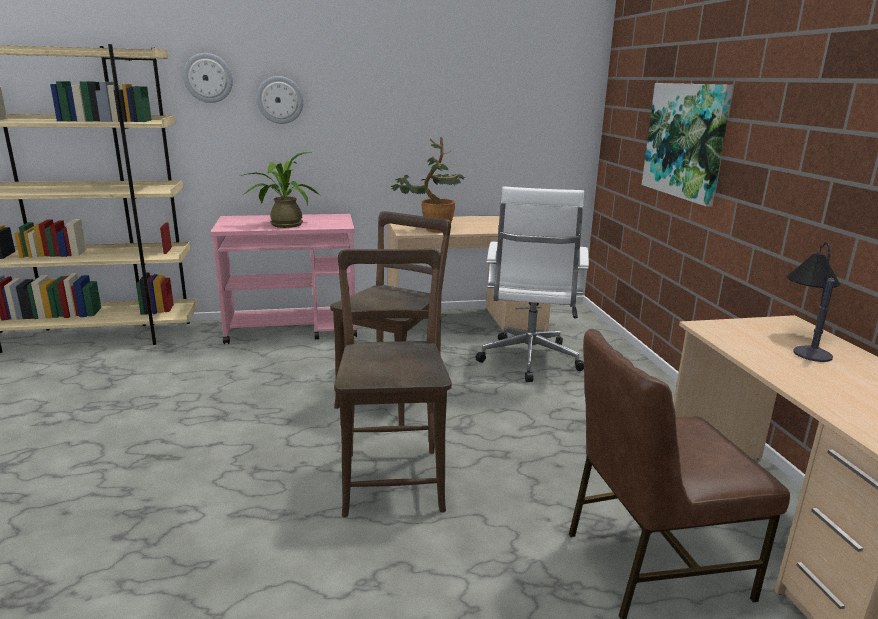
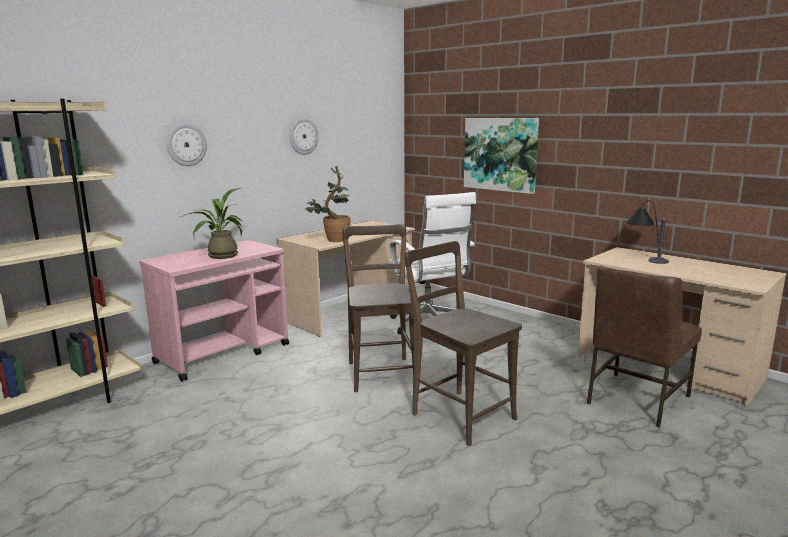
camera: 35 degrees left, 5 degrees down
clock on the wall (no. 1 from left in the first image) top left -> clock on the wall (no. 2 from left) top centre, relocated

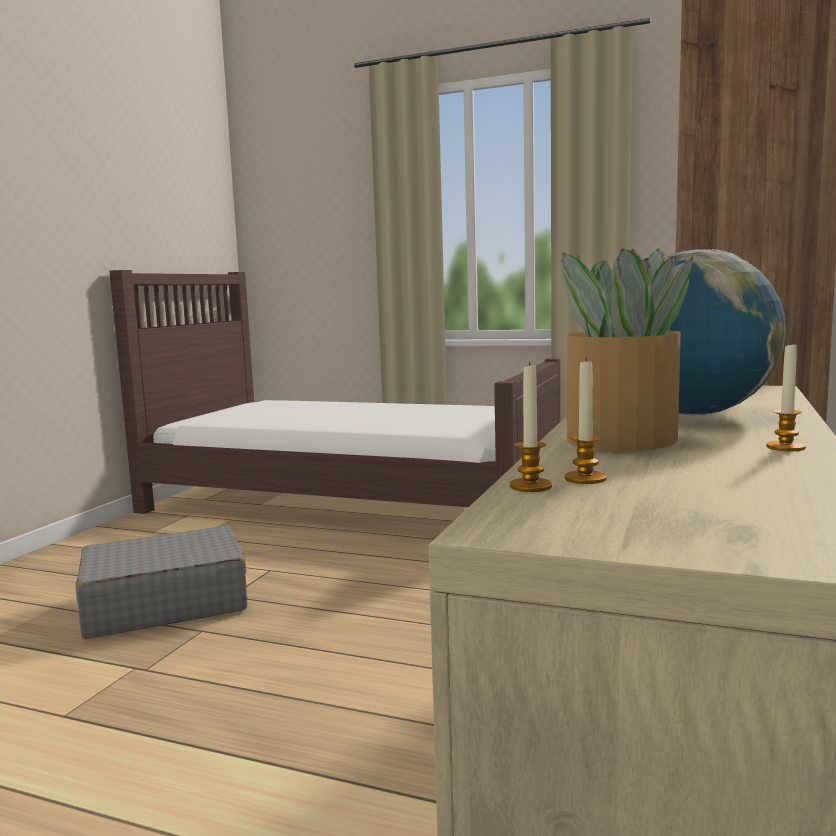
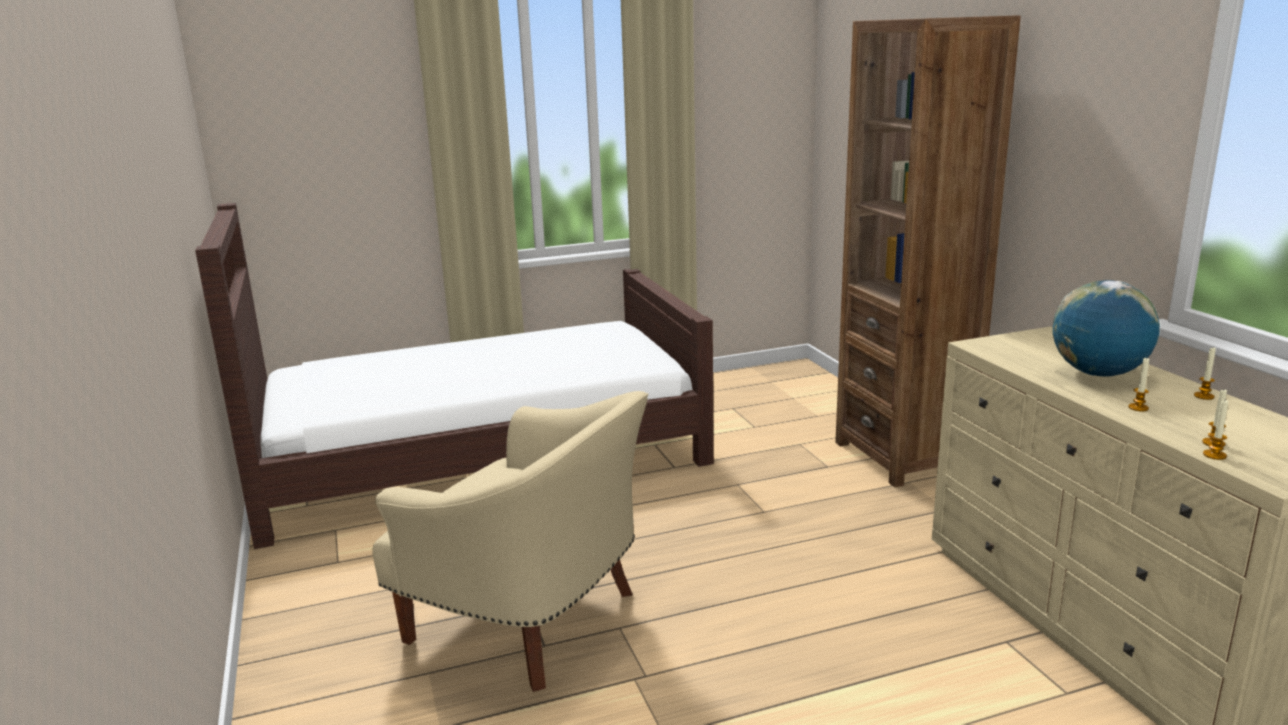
camera: 40 degrees left, 10 degrees up
travel case/greyish bottom left -> lounge chair/beige-coloured bottom centre
potted plant middle right -> candle (no. 1 from left) middle right

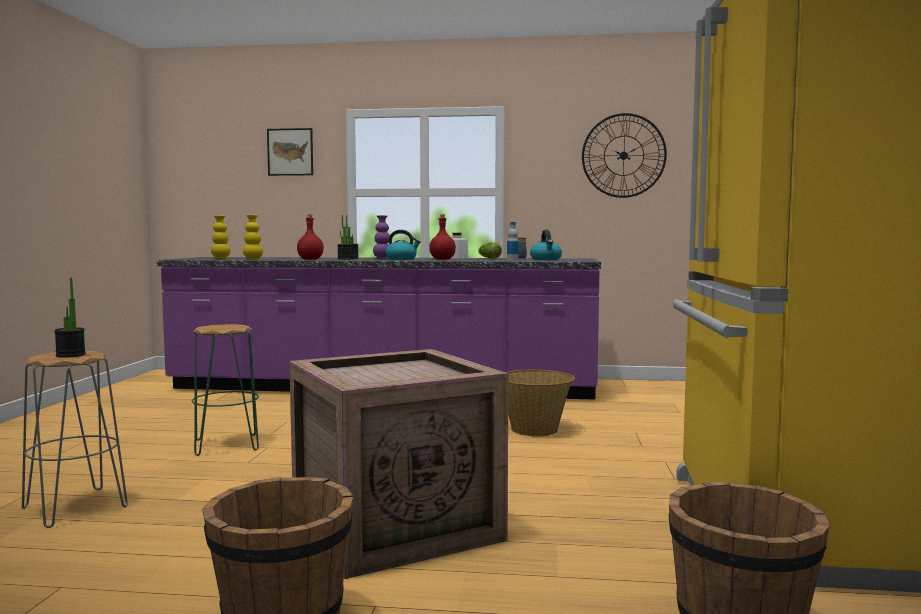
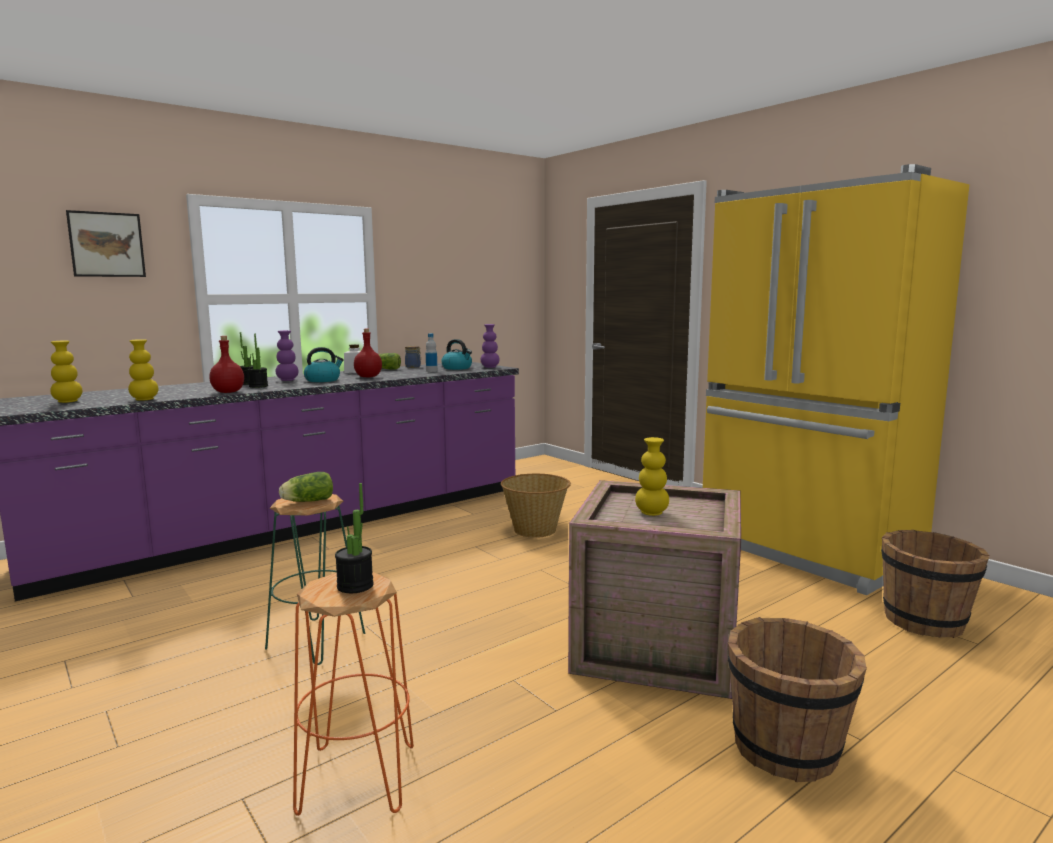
camera: 45 degrees left, 5 degrees up
none -> head of lettuce (no. 1 from left) middle left
stool/greyish bottom left -> stool/orange bottom centre
none -> vase/purple (no. 2 from left) centre
none -> vase/yellow (no. 3 from left) centre
clock on the wall top right -> none

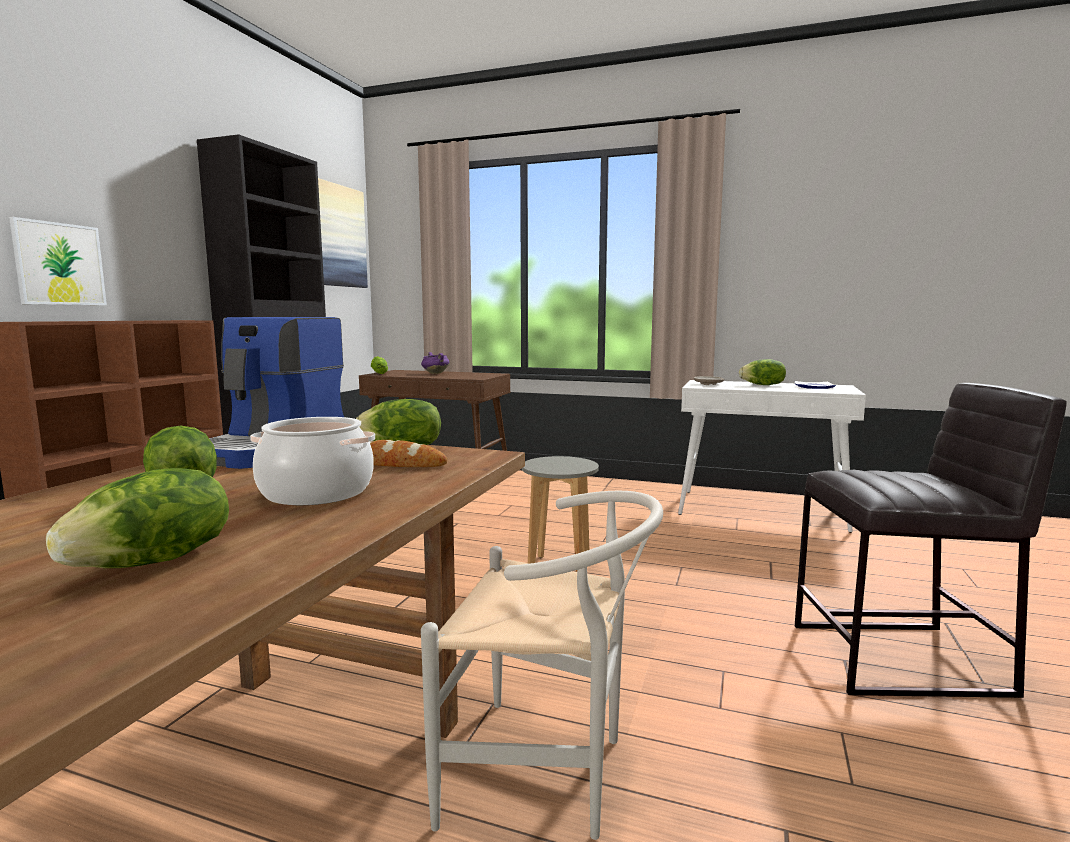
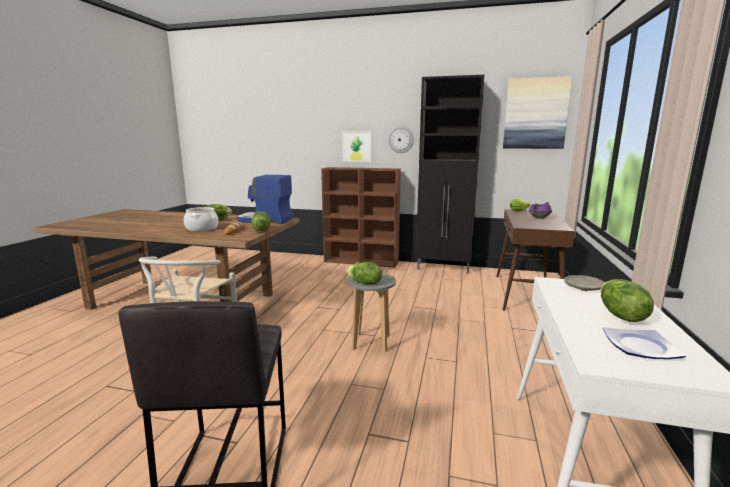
camera: 85 degrees right, 5 degrees up
head of lettuce (no. 1 from left in the first image) middle left -> head of lettuce (no. 3 from left) centre, relocated
none -> clock on the wall top centre

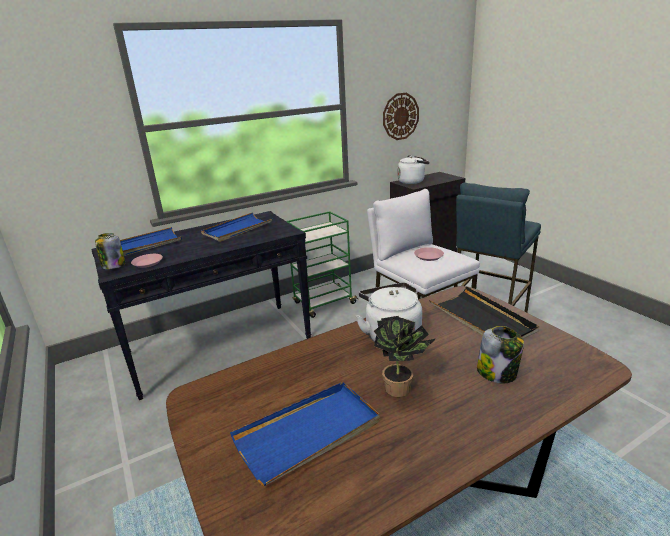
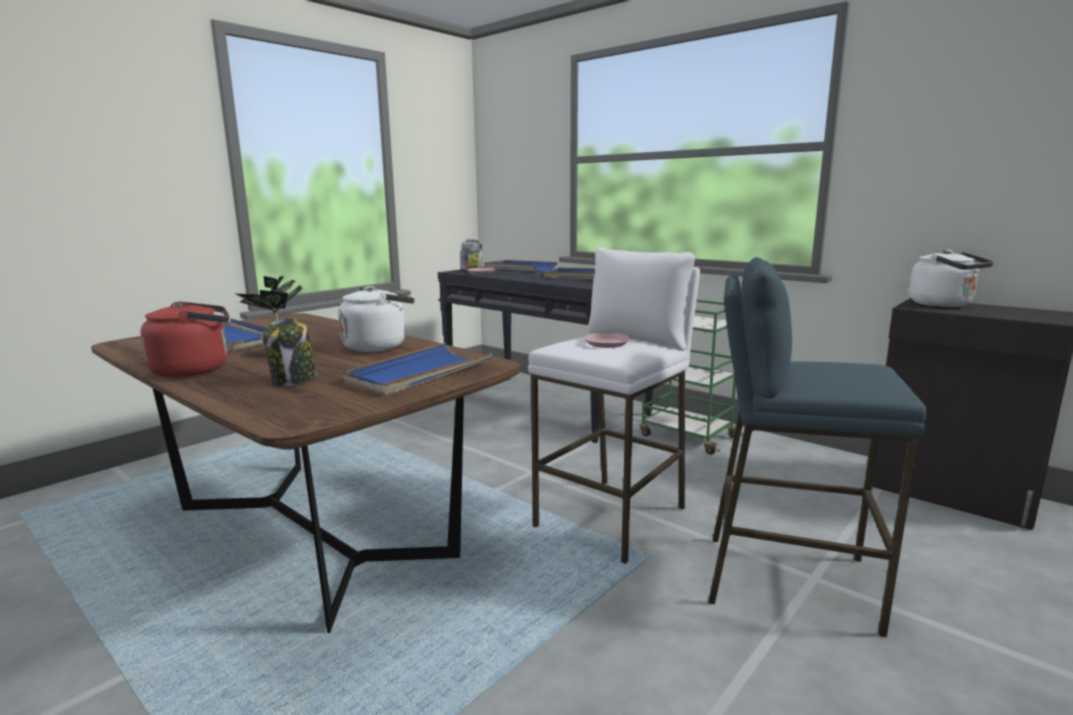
camera: 70 degrees right, 10 degrees down
none -> kettle/red-coloured middle left
tray/black-coloured middle right -> tray/blue-coloured (no. 2 from left) centre
clock on the wall top centre -> none

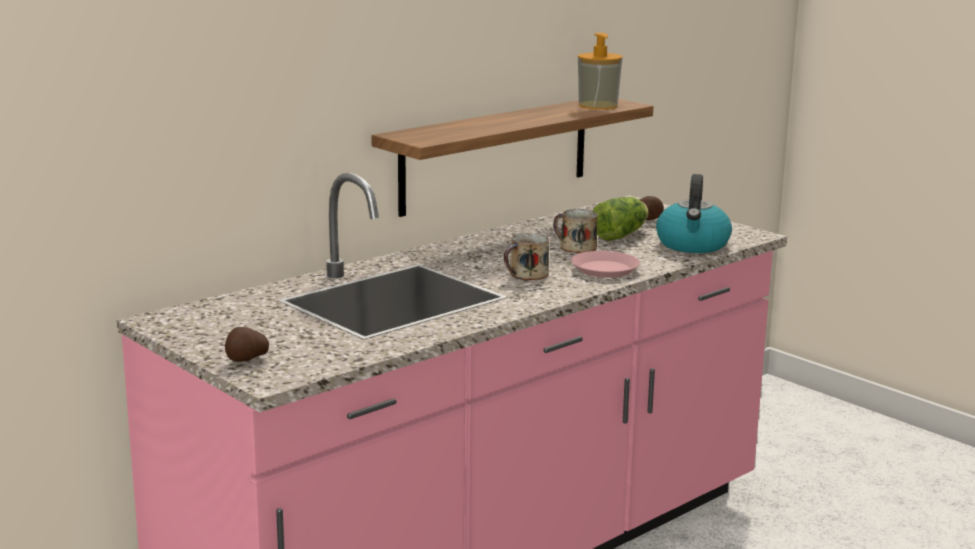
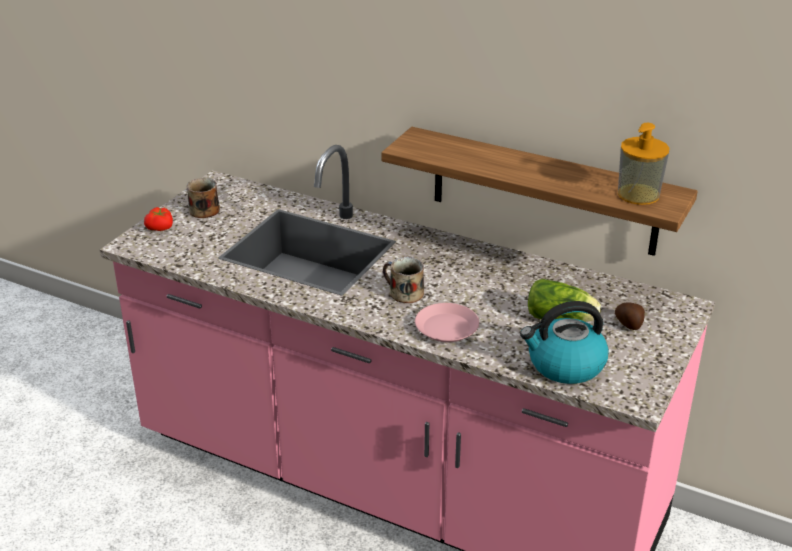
camera: 70 degrees right, 15 degrees up
whole potato (no. 1 from left) middle left -> fresh tomato middle left
coffee mug (no. 2 from left in the first image) centre -> coffee mug (no. 1 from left) middle left, relocated

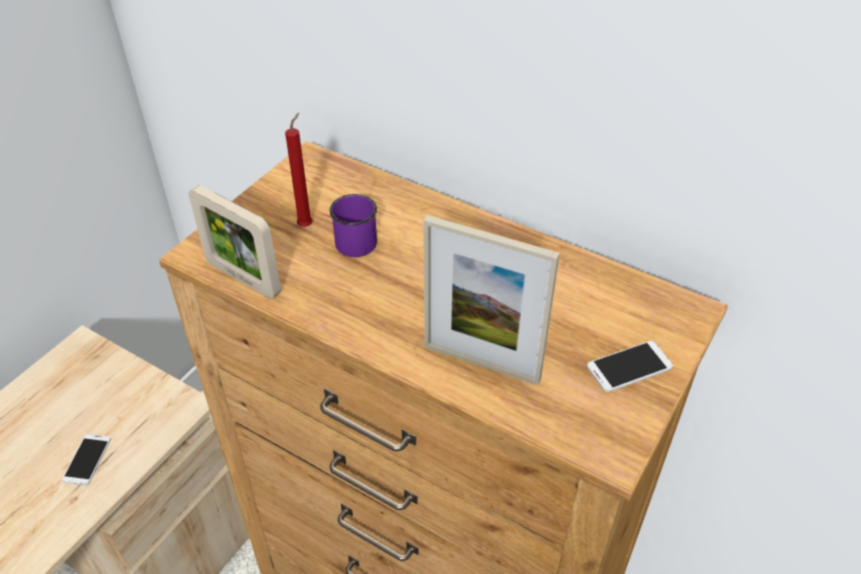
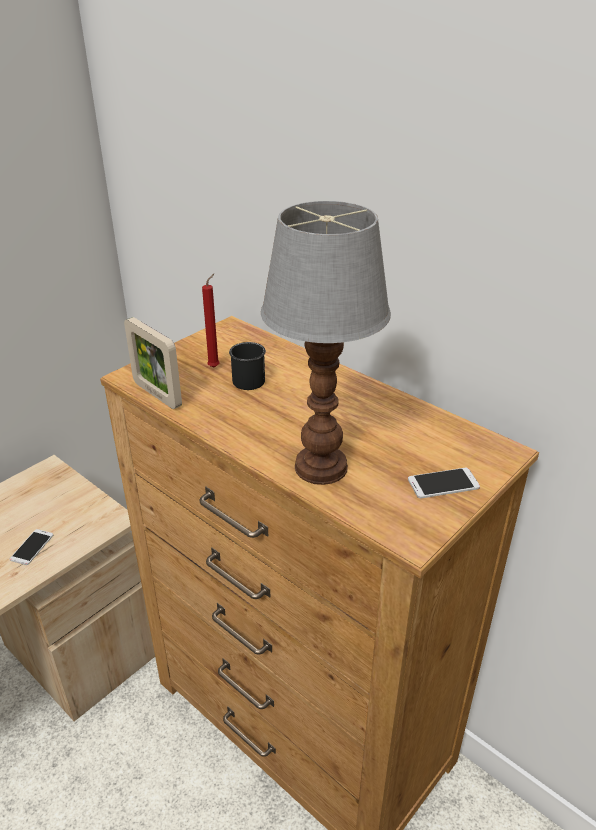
camera: 10 degrees right, 10 degrees down
coffee mug/purple centre -> coffee mug/black-coloured centre
standing frame (no. 2 from left) centre -> lamp for a table centre

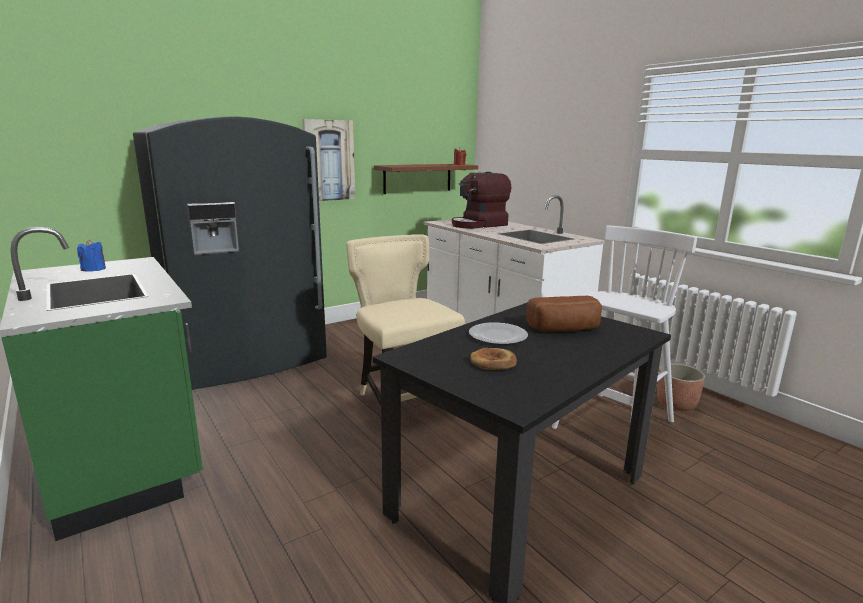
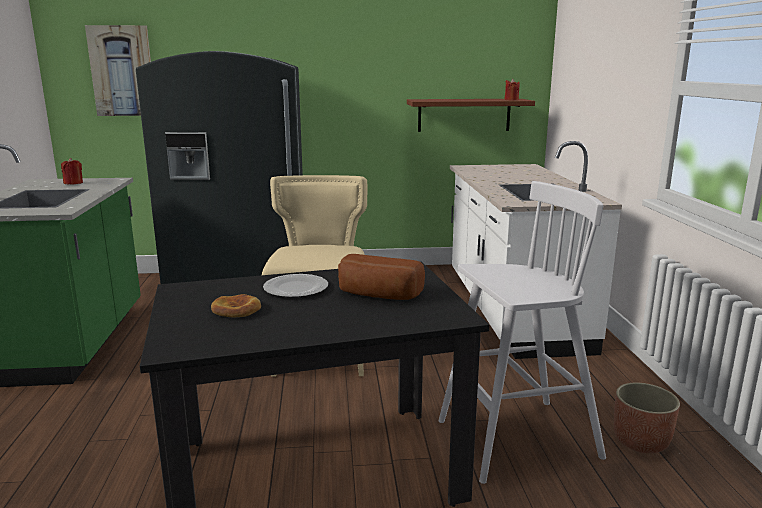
camera: 30 degrees right, 0 degrees up
candle/blue-coloured middle left -> candle/red-coloured (no. 1 from left) middle left
wall picture top centre -> wall picture top left, relocated
coffee machine top centre -> none

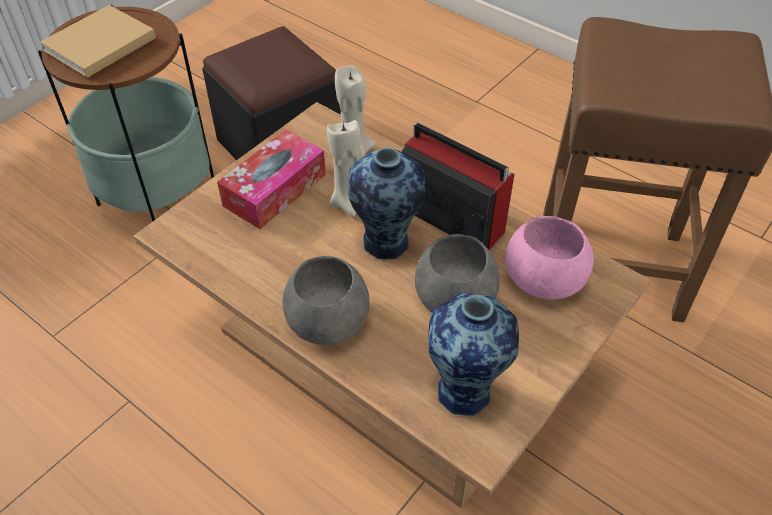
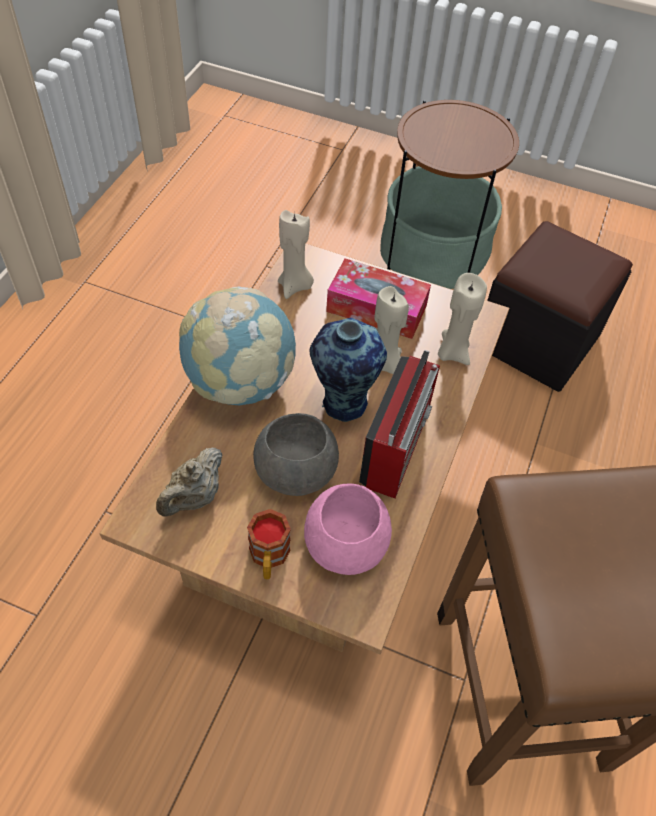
camera: 70 degrees right, 5 degrees up
vase (no. 2 from left) bottom centre -> teapot/beige-coloured middle left
serving bowl/greyish (no. 1 from left) centre -> desk globe centre
none -> coffee mug bottom centre
none -> candle/beige-coloured (no. 1 from left) top centre
book/beige-coloured top left -> none

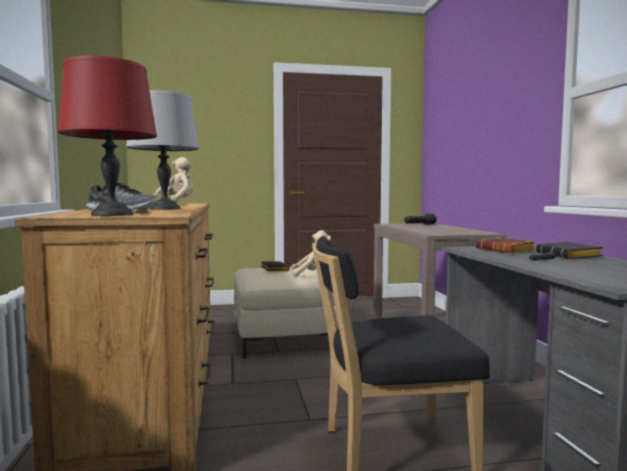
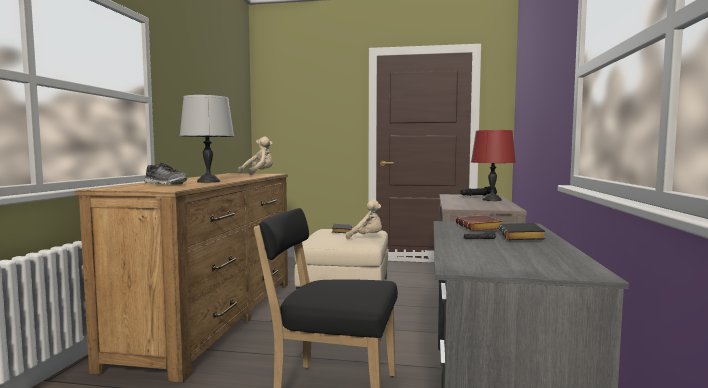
camera: 20 degrees right, 0 degrees up
lamp for a table/red-coloured top left -> lamp for a table/red-coloured middle right, relocated

